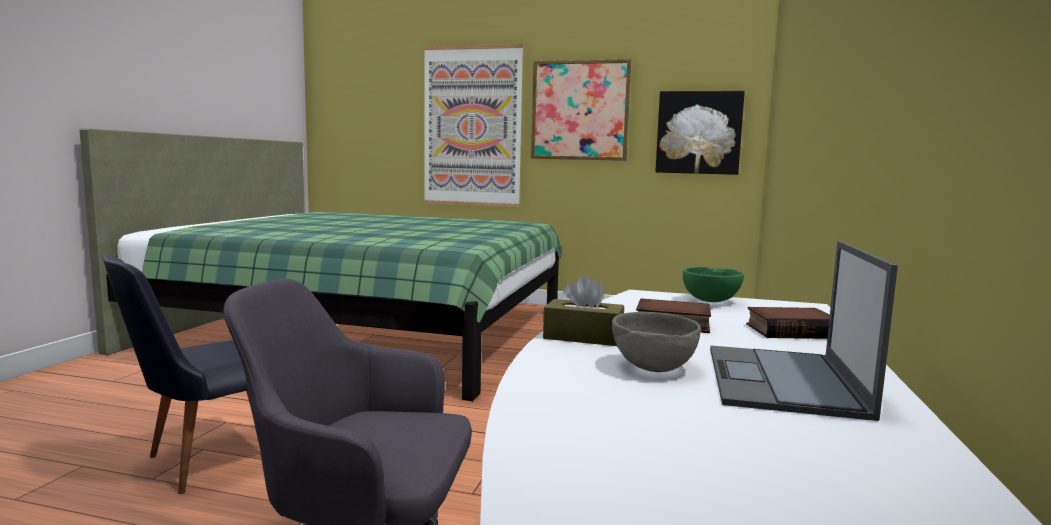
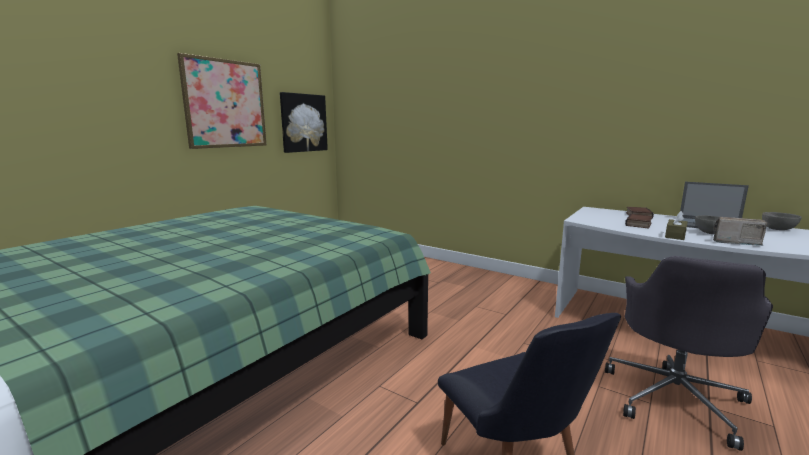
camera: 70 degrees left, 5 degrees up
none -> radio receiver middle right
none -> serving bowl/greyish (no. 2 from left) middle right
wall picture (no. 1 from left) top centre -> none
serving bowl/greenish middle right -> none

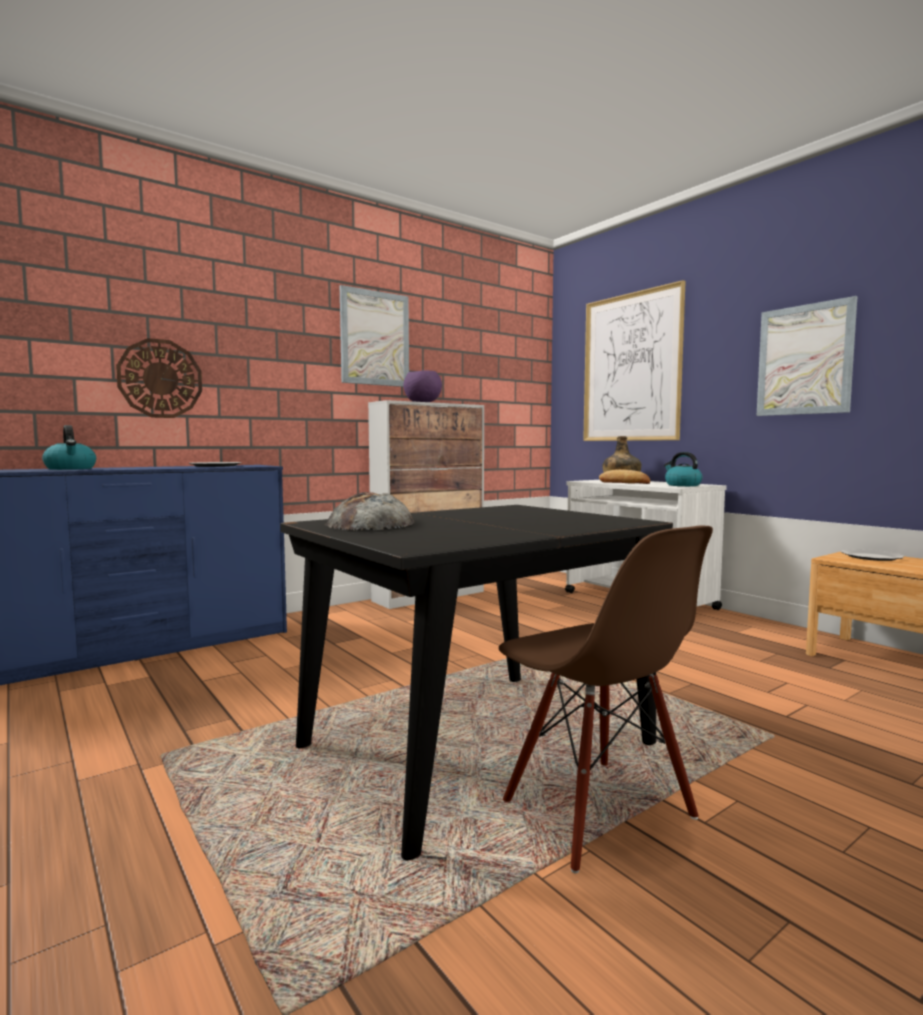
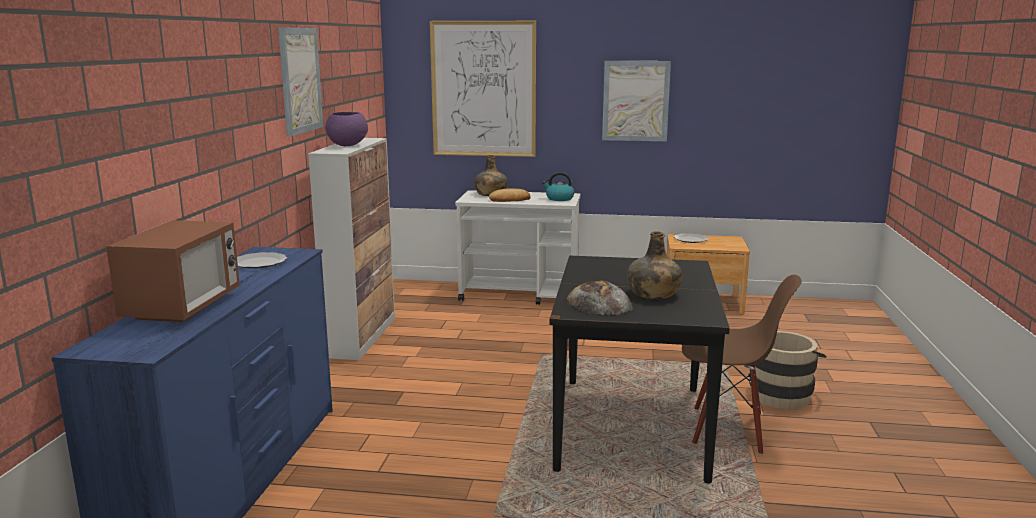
camera: 45 degrees left, 10 degrees up
kettle (no. 1 from left) middle left -> microwave middle left
none -> bottle/greenish (no. 2 from left) centre
none -> water bucket/beige-coloured bottom right
clock on the wall middle left -> none

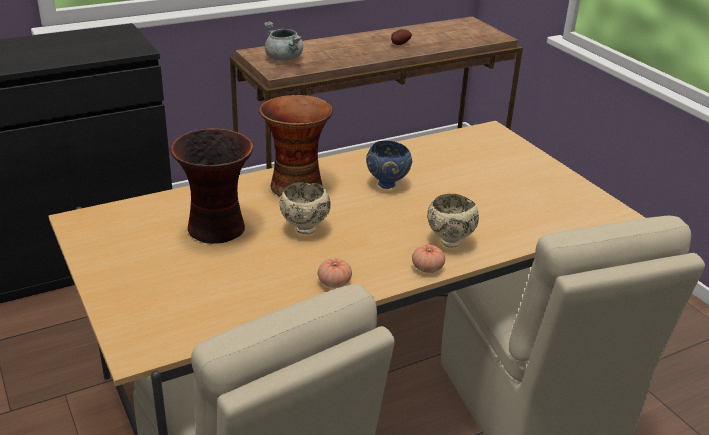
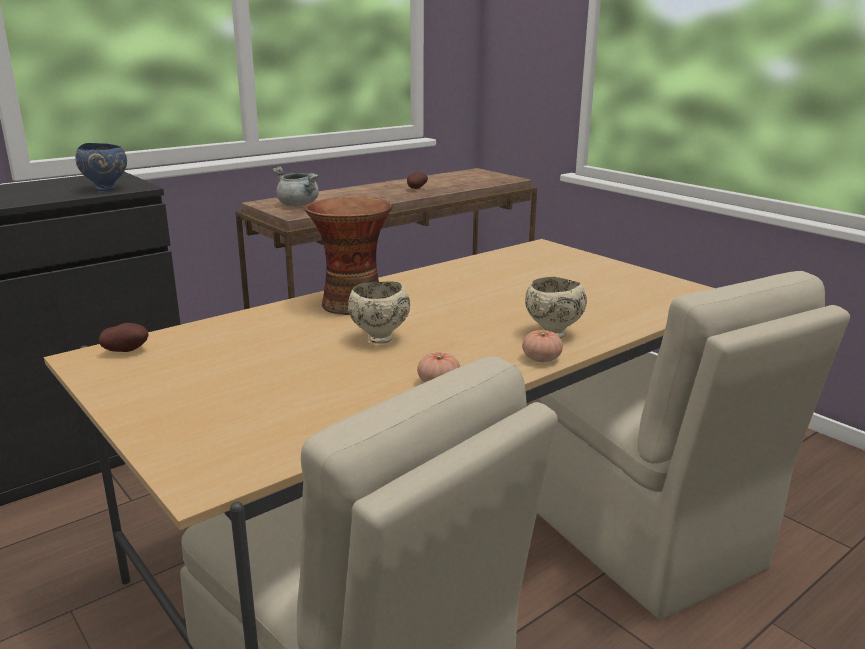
camera: 10 degrees left, 10 degrees down
serving bowl/blue-coloured centre -> serving bowl/blue-coloured top left, relocated
none -> whole potato (no. 1 from left) middle left
vase (no. 1 from left) middle left -> none

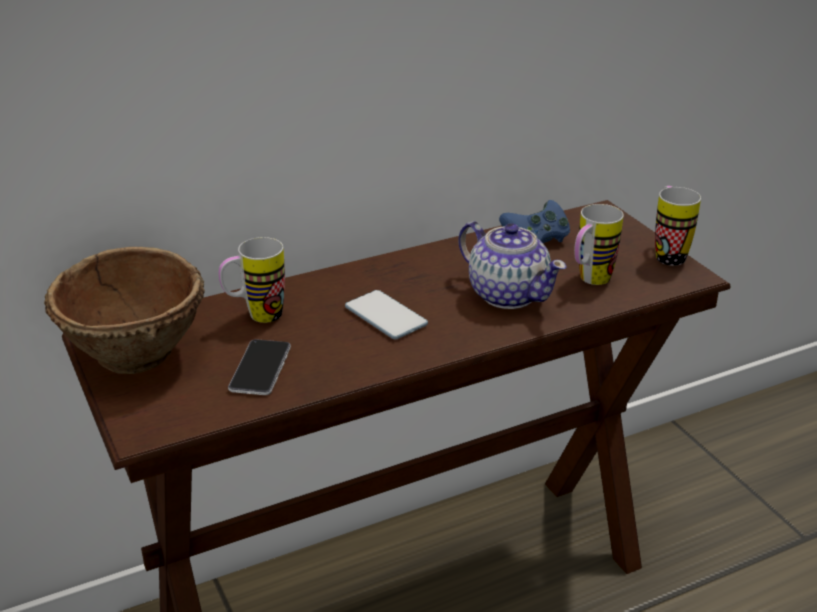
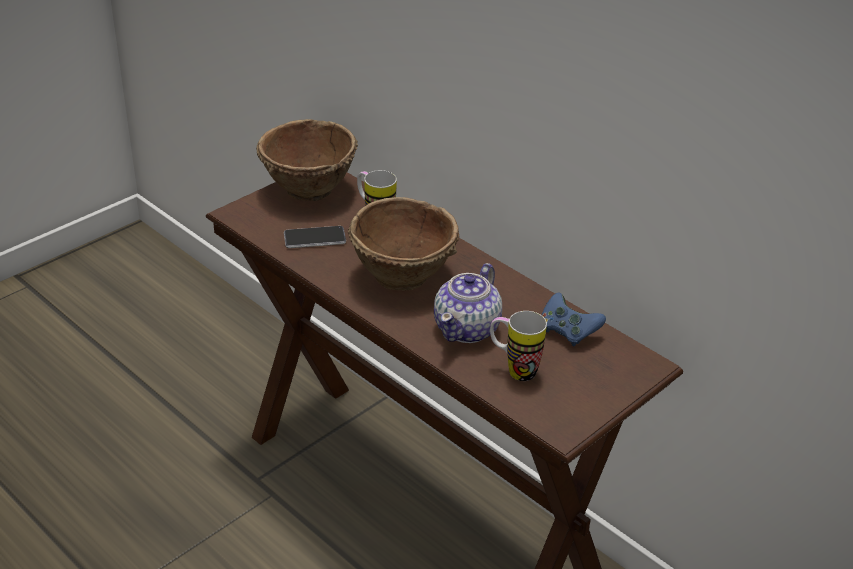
camera: 70 degrees right, 5 degrees up
phone (no. 2 from left) centre -> serving bowl/brown (no. 2 from left) centre
coffee mug (no. 3 from left) middle right -> none

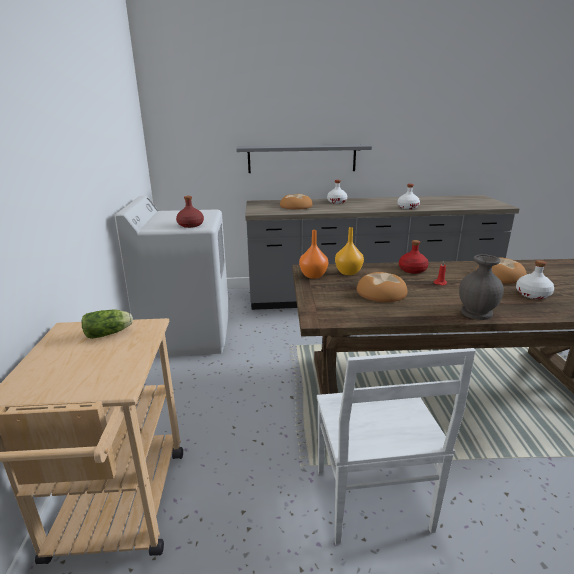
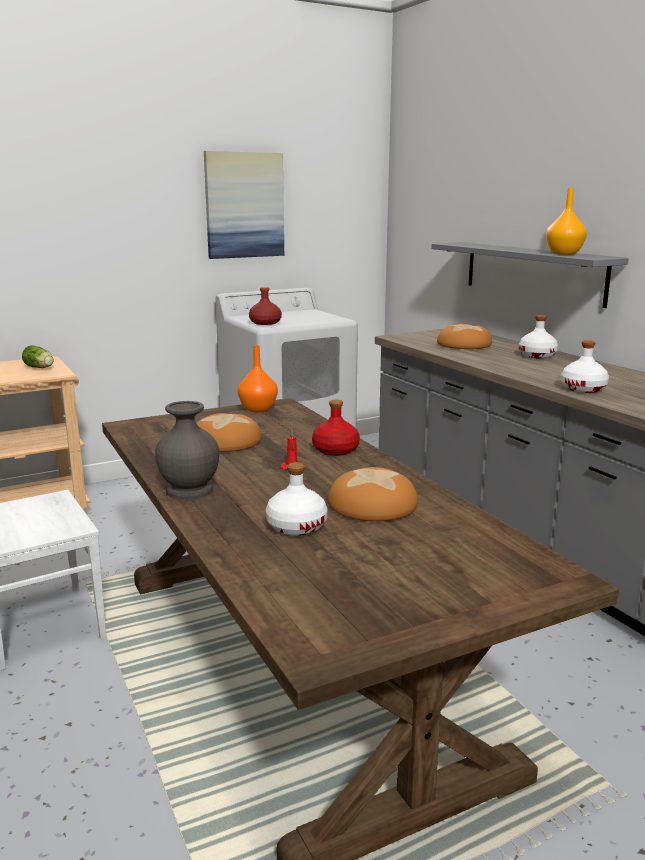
camera: 65 degrees right, 5 degrees down
none -> wall picture top centre
vase/orange (no. 2 from left) centre -> vase/orange (no. 2 from left) top right, relocated

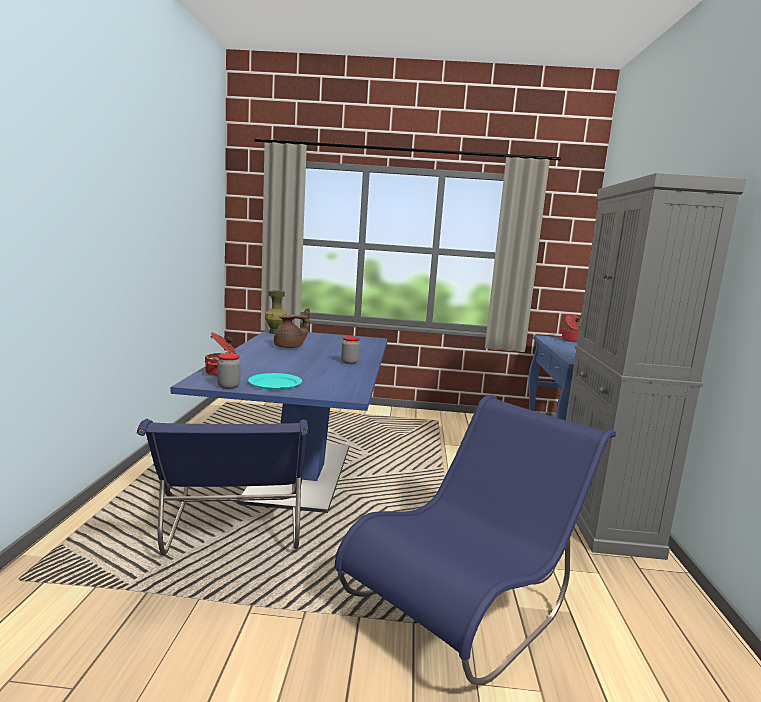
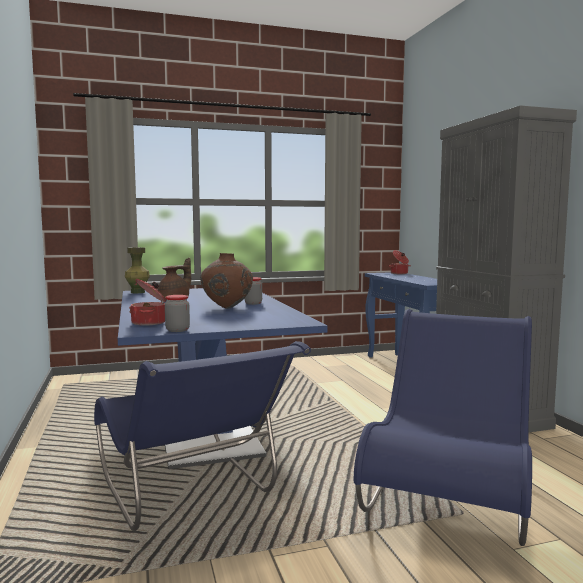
camera: 20 degrees left, 5 degrees down
none -> vase/brown centre
dinner plate/blue-green centre -> none

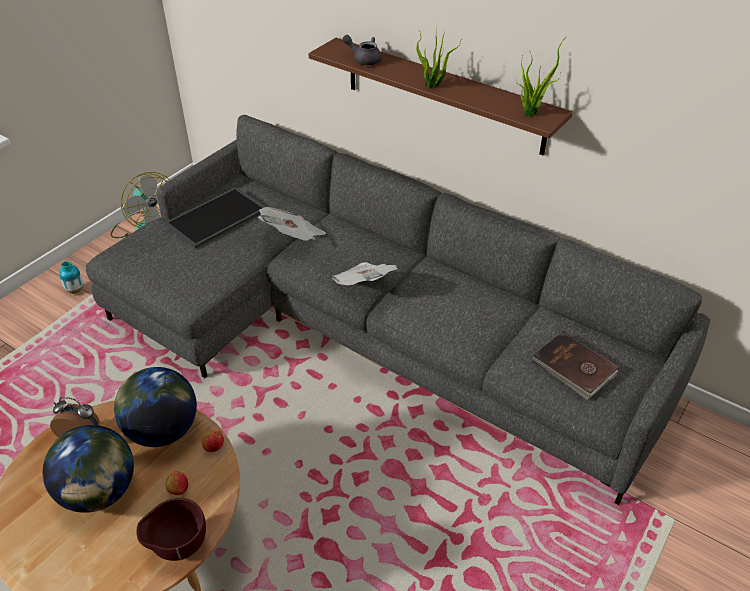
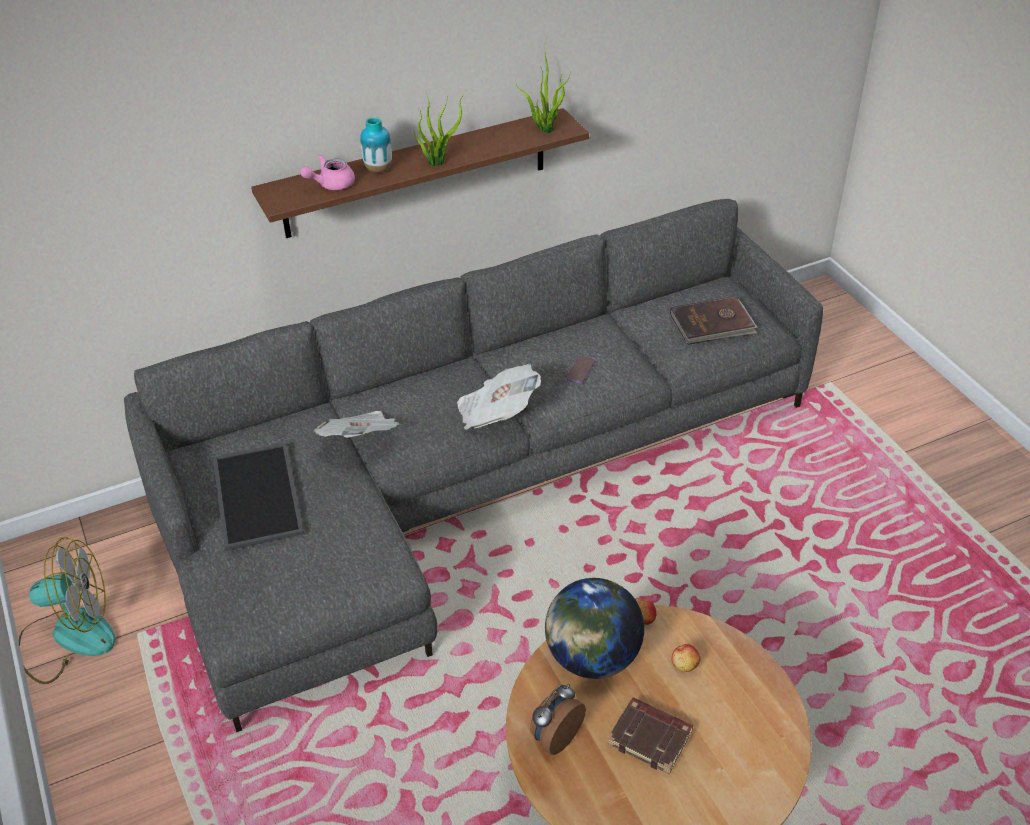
camera: 60 degrees left, 0 degrees up
teapot/greyish top centre -> teapot/pinkish top left
vase middle left -> vase top centre, relocated
none -> phone centre
desk globe (no. 1 from left) bottom left -> book/brown (no. 1 from left) bottom centre
serving bowl/brown bottom left -> none

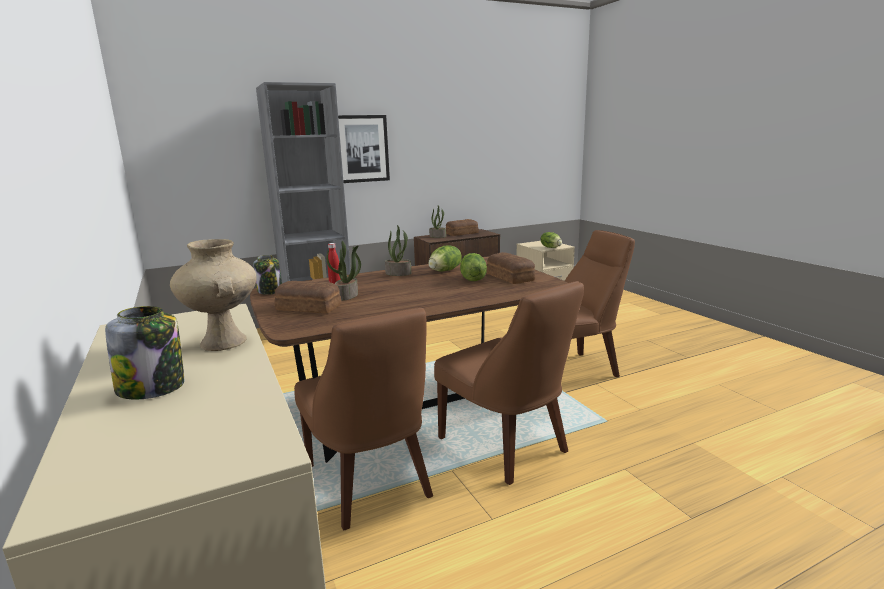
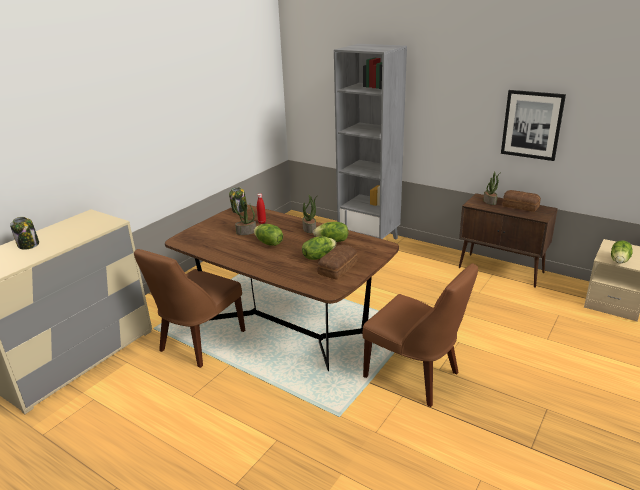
camera: 60 degrees right, 10 degrees up
none -> head of lettuce (no. 1 from left) centre
wall picture top centre -> wall picture top right, relocated
vase/beige-coloured middle left -> none
baked bread (no. 1 from left) centre -> none
chair/brown (no. 2 from left) centre -> none

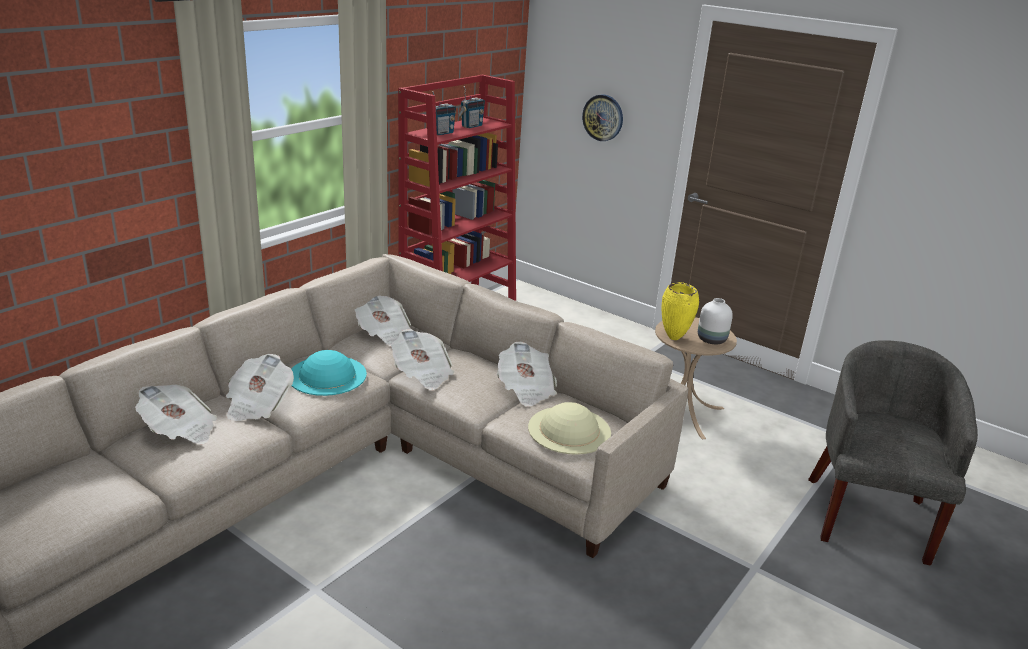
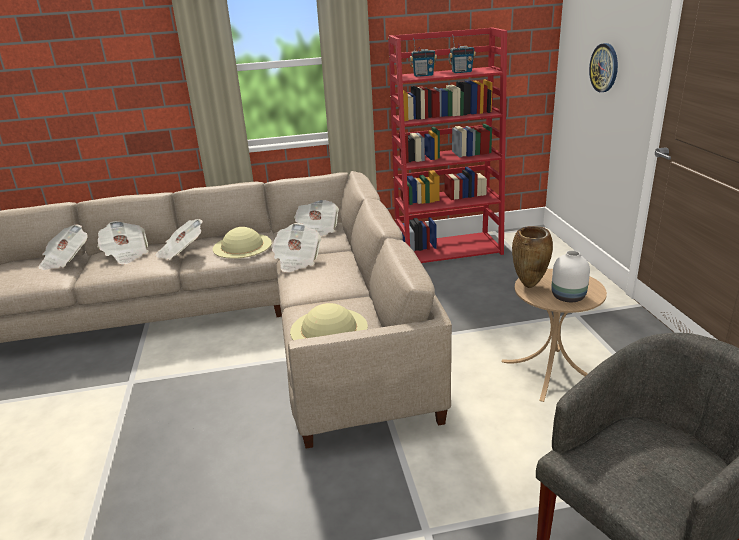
camera: 45 degrees right, 0 degrees up
printed paper (no. 5 from left in the first image) centre -> printed paper (no. 1 from left) middle left, relocated
hat/blue-green middle left -> hat/beige-coloured (no. 1 from left) middle left
vase/yellow centre -> vase/brown middle right

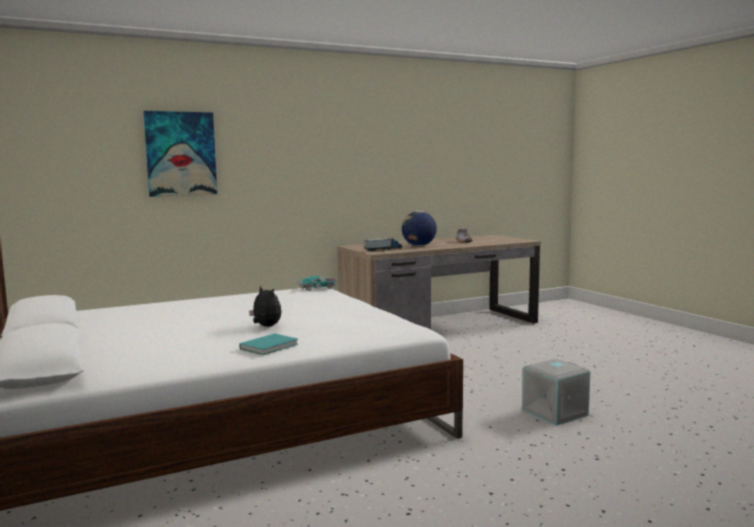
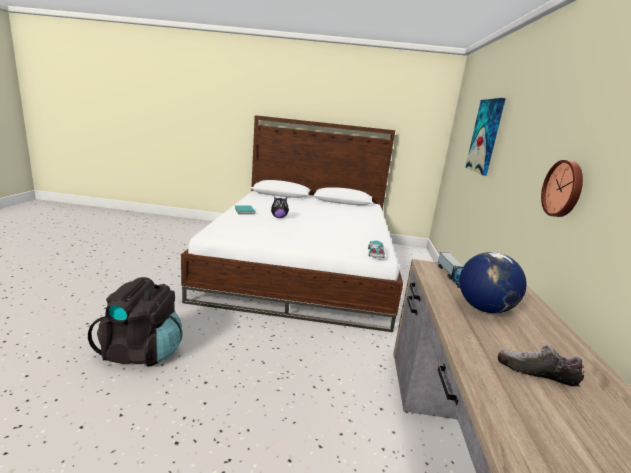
camera: 120 degrees right, 10 degrees up
storage bin/greyish bottom right -> rucksack/black-coloured bottom left
none -> clock on the wall middle right

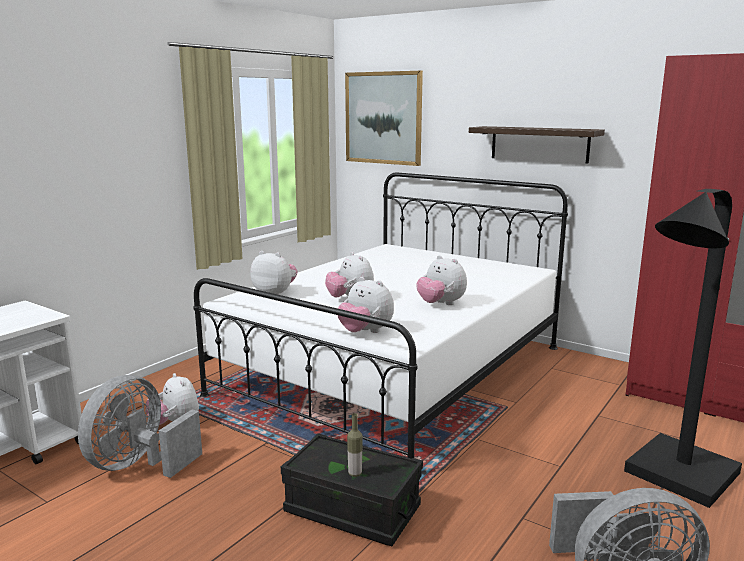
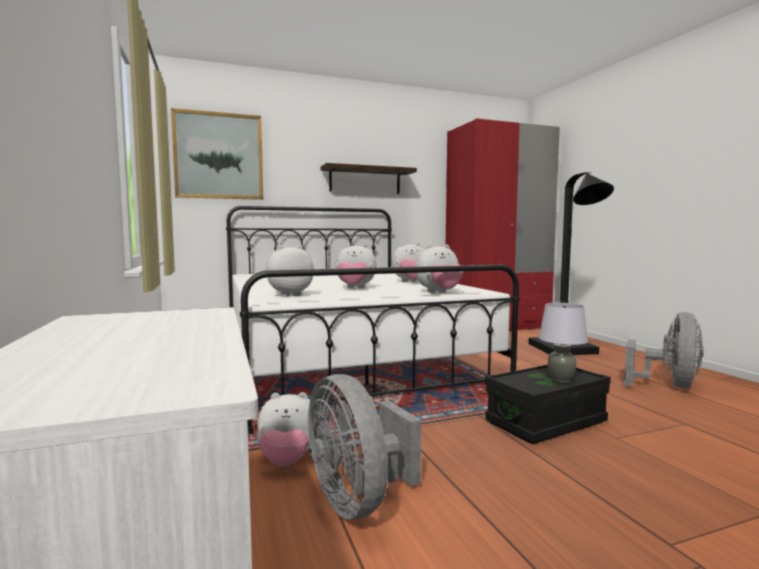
camera: 55 degrees left, 10 degrees down
bottle bottom centre -> lamp for a table/greyish middle right

